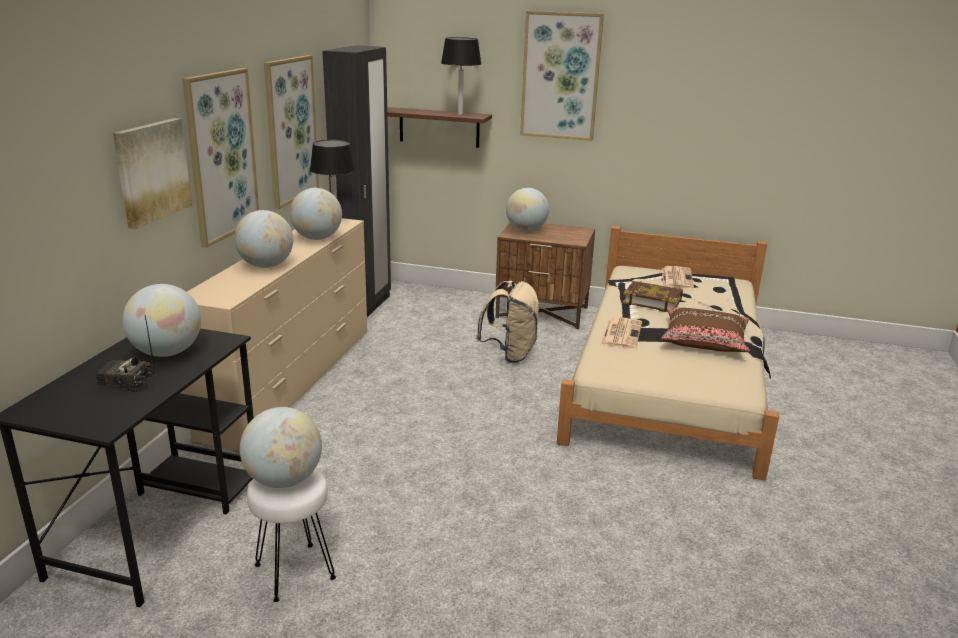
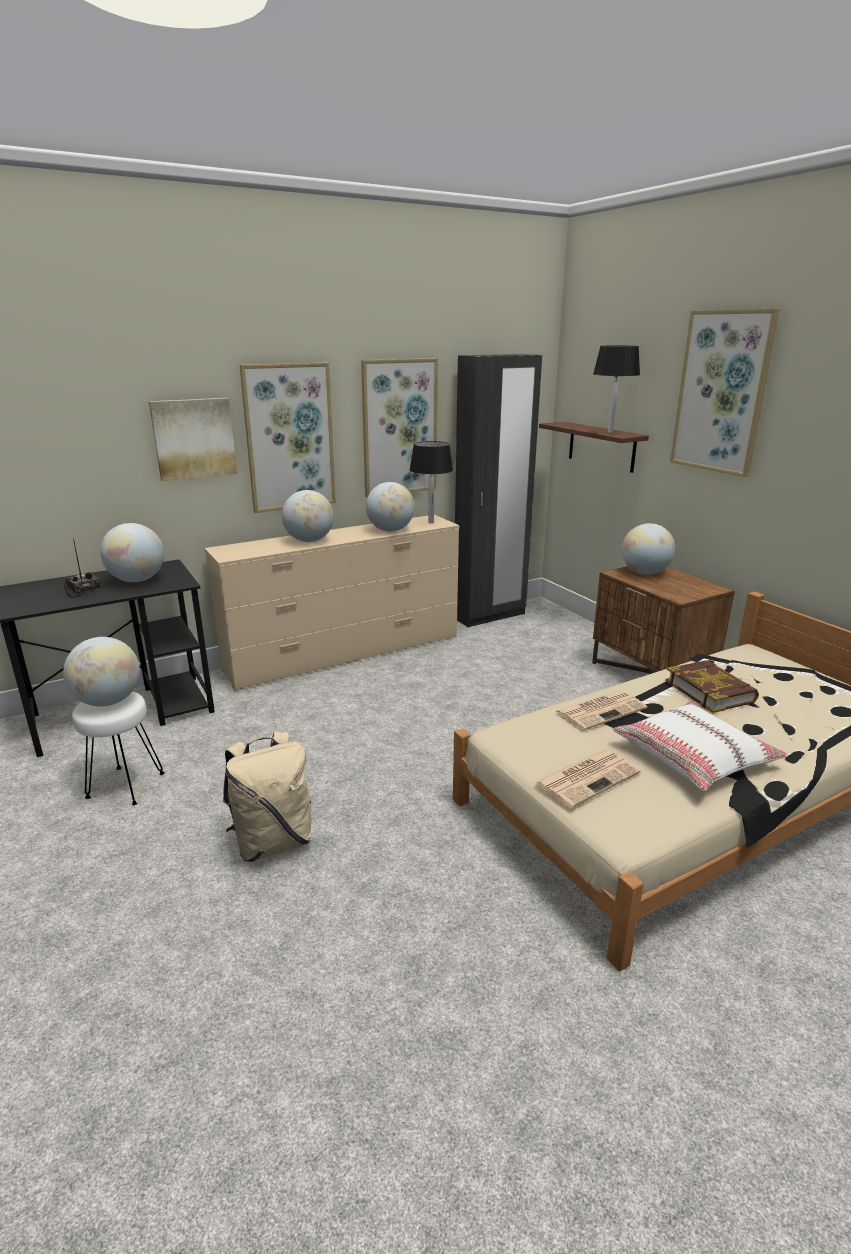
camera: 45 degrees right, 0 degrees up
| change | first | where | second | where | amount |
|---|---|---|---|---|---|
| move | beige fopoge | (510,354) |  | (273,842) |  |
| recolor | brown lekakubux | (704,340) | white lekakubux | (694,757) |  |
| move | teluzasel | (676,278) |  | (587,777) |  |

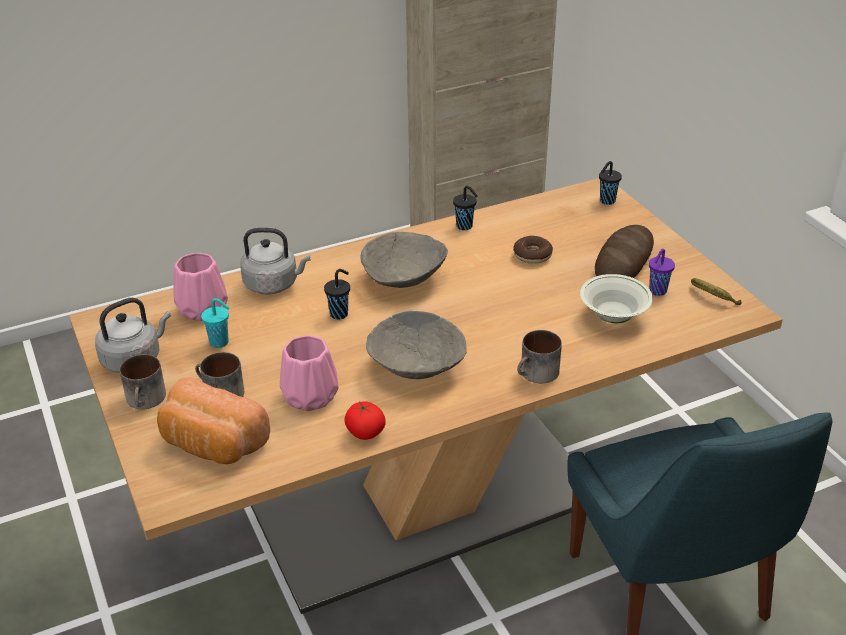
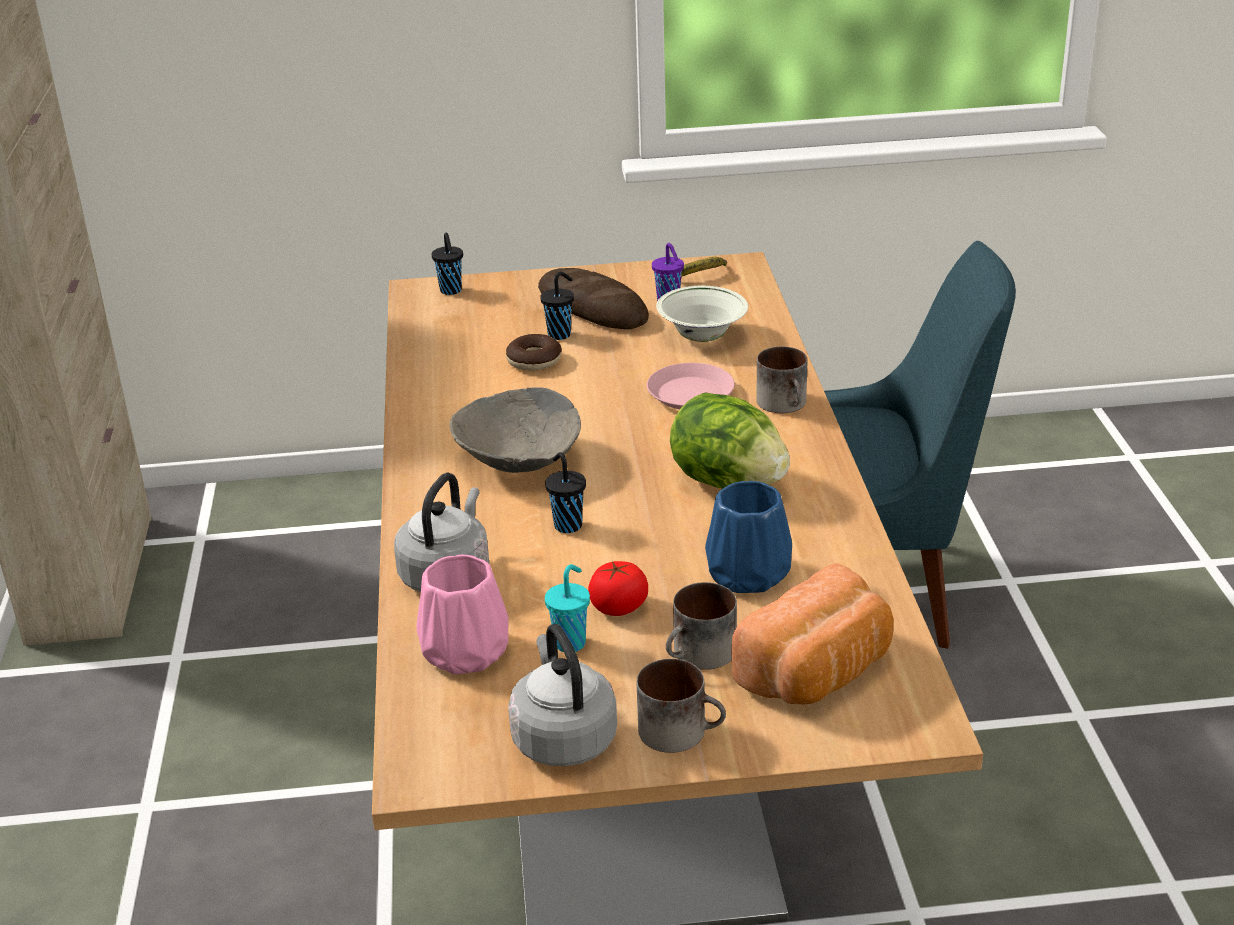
camera: 70 degrees left, 5 degrees down
| change | first | where | second | where | amount |
|---|---|---|---|---|---|
| recolor | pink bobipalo | (308,397) | blue bobipalo | (748,576) |  |
| move | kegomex | (365,432) |  | (618,607) |  |
| replace | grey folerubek | (417,367) | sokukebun | (728,482) |  |
| move | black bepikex | (465,226) |  | (560,334) |  |
| insert |  |  | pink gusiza | (690,393) |  |

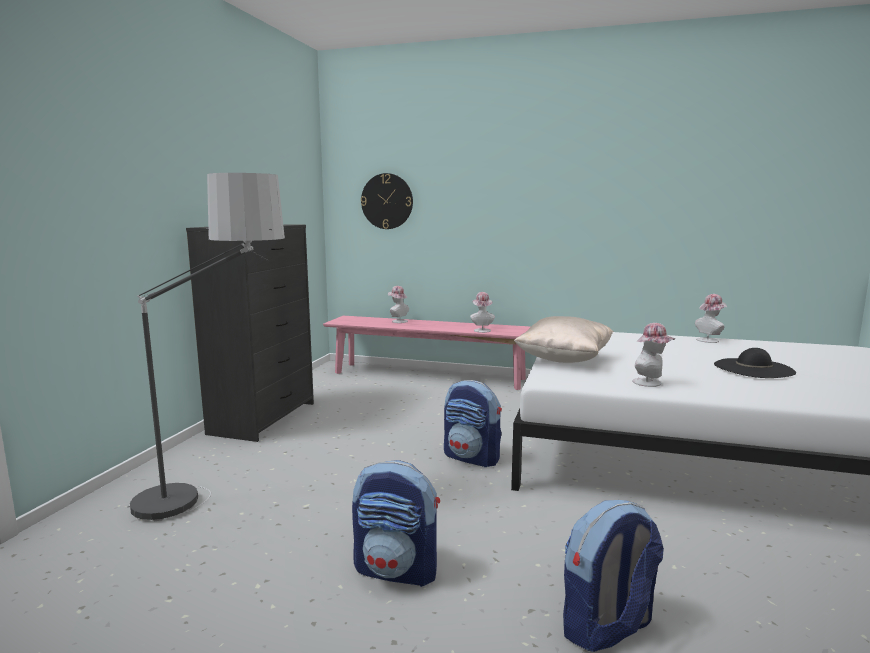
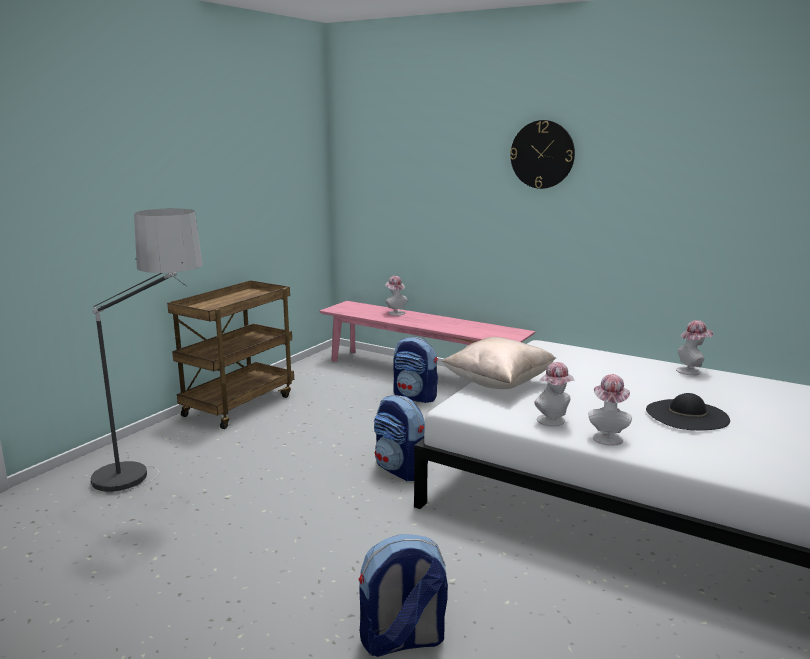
camera: 15 degrees right, 5 degrees up
| change | first | where | second | where | amount |
|---|---|---|---|---|---|
| replace | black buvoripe | (264,418) | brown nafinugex | (239,405) |  |
| move | fopoge | (397,570) |  | (415,397) |  |
| move | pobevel | (387,201) |  | (542,154) |  |
| move | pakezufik | (481,330) |  | (607,437) |  |

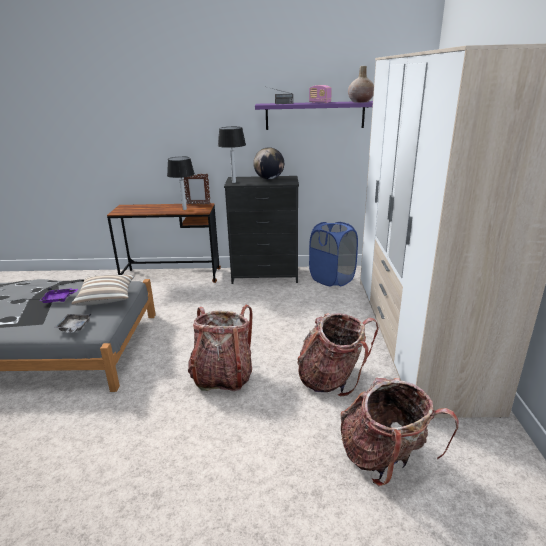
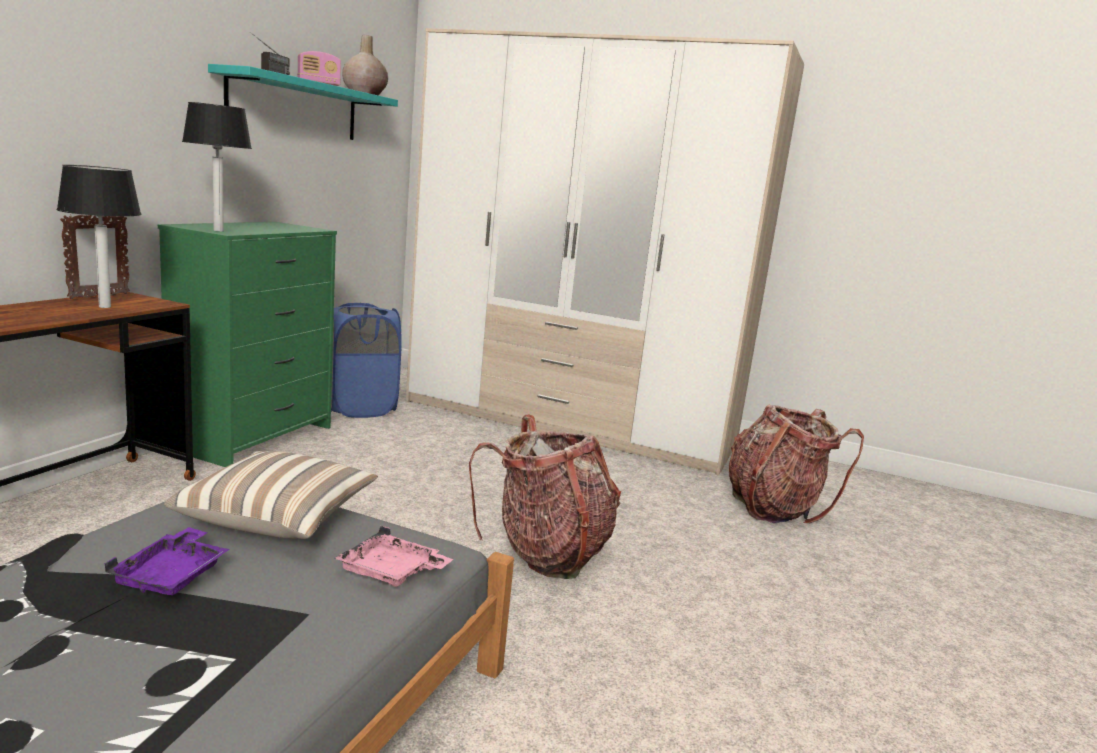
camera: 70 degrees left, 10 degrees down
| change | first | where | second | where | amount |
|---|---|---|---|---|---|
| recolor | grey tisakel | (74,327) | pink tisakel | (391,572) |  |
| recolor | black buvoripe | (265,275) | green buvoripe | (254,438) |  |
| delete | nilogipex | (269,179) |  |  |  |
| recolor | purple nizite | (315,115) | turquoise nizite | (295,107) |  |
| delete | fopoge | (332,379) |  |  |  |

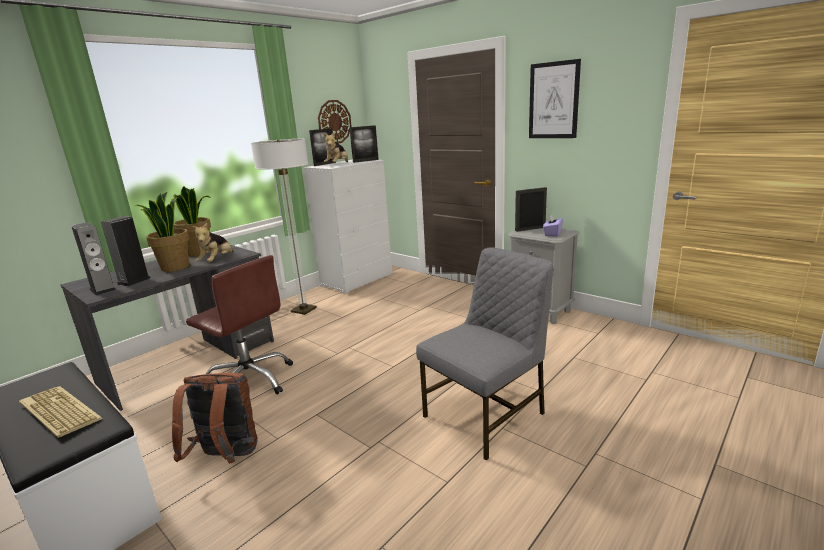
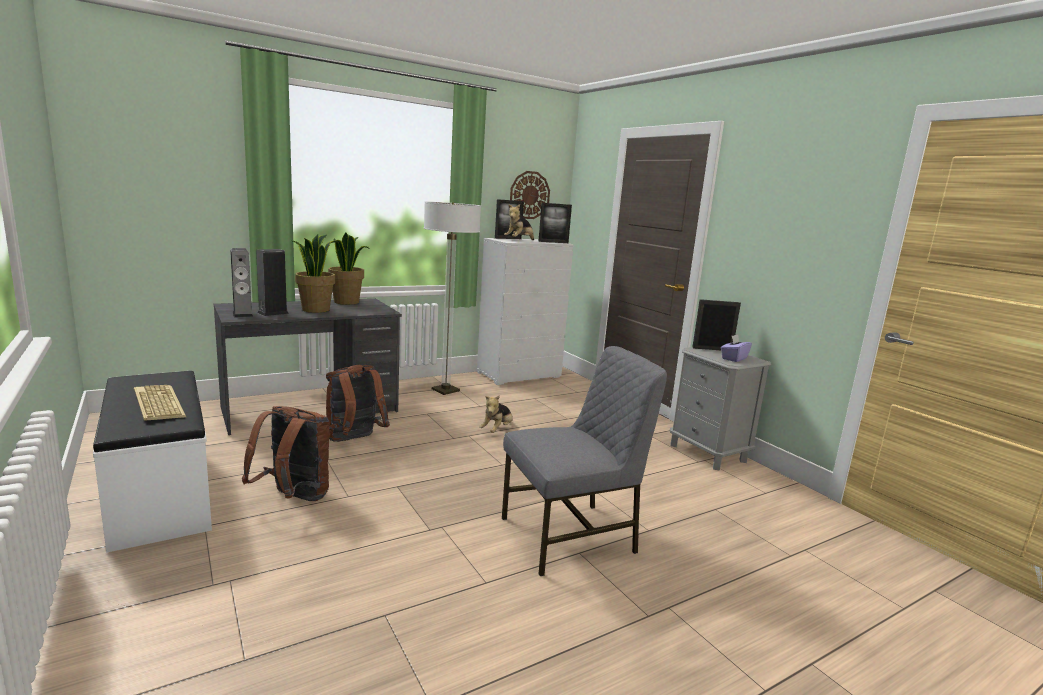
camera: 15 degrees right, 5 degrees down
| change | first | where | second | where | amount |
|---|---|---|---|---|---|
| replace | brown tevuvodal | (249,380) | brown fopoge | (354,440) |  |
| move | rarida | (217,261) |  | (497,430) |  |
| delete | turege | (553,100) |  |  |  |

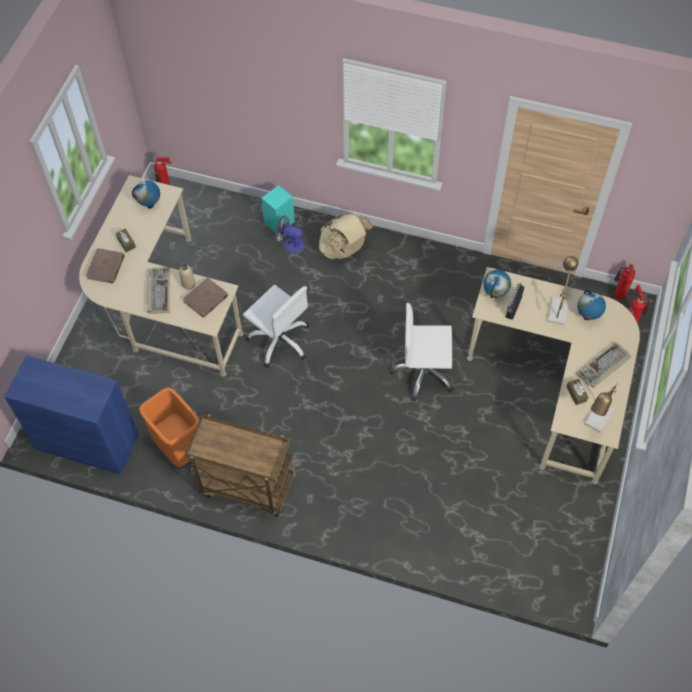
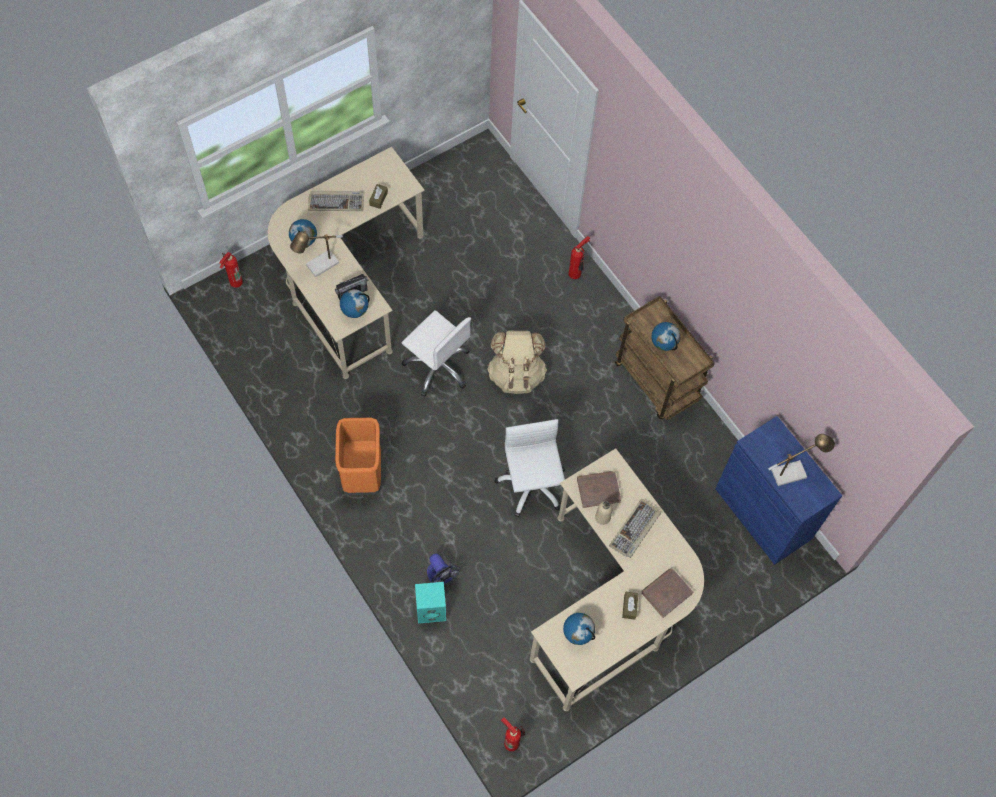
camera: 145 degrees left, 5 degrees up
| change | first | where | second | where | amount |
|---|---|---|---|---|---|
| move | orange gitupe | (179,448) |  | (363,475) |  |
| move | beige fopoge | (343,249) |  | (516,374) |  |
| move | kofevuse | (597,421) |  | (793,472) |  |
| move | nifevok | (618,295) |  | (576,274) |  |
| insert |  |  | nilogipex | (663,346) |  |

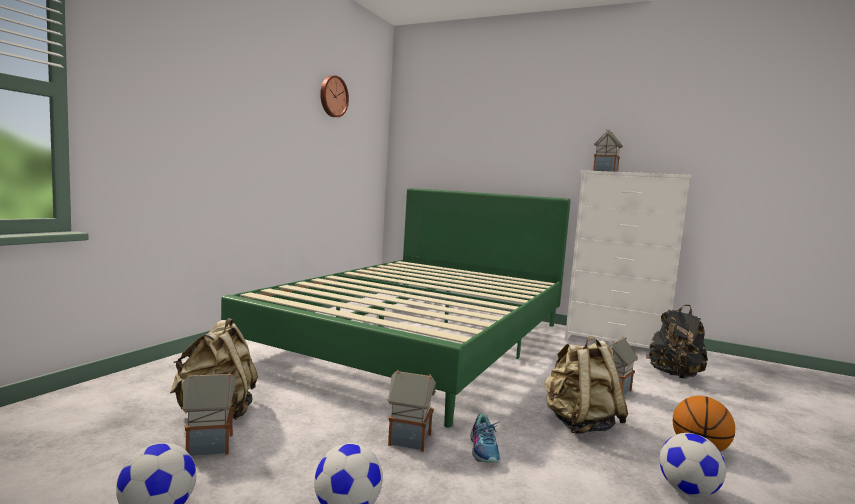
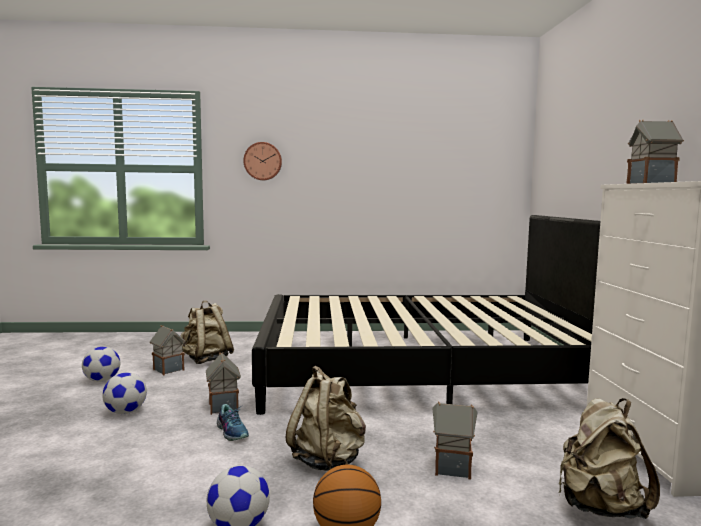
camera: 60 degrees right, 0 degrees up
| change | first | where | second | where | amount |
|---|---|---|---|---|---|
| recolor | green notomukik | (420,340) | black notomukik | (423,369) |  |
| move | pobevel | (332,96) |  | (263,161) |  |
| rotate | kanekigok | (484,450) |  | (232,431) | 90 degrees counterclockwise |
| recolor | black fopoge | (674,375) | beige fopoge | (600,507) |  |

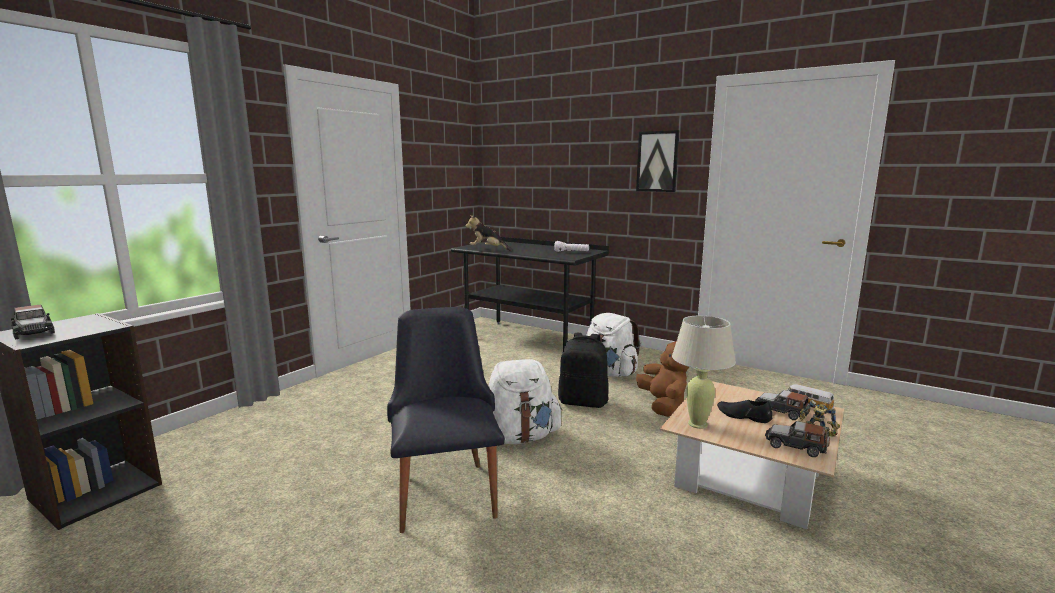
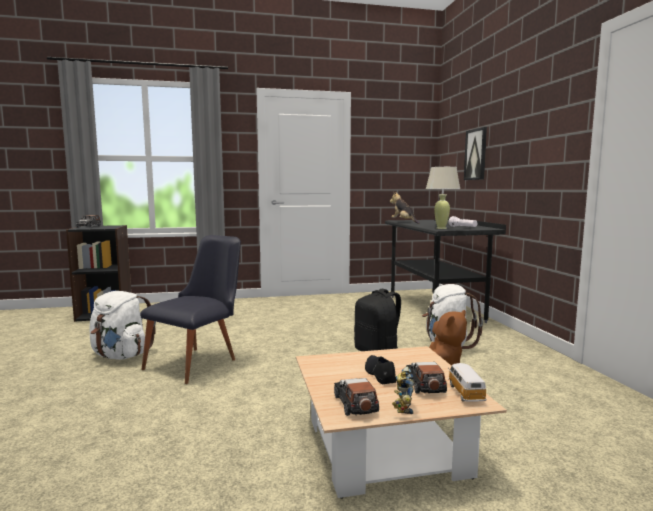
camera: 45 degrees right, 5 degrees down
| change | first | where | second | where | amount |
|---|---|---|---|---|---|
| move | white fopoge | (519,437) |  | (121,356) |  |
| move | turege | (657,161) |  | (476,154) |  |
| move | beige kofevuse | (698,424) |  | (441,228) |  |

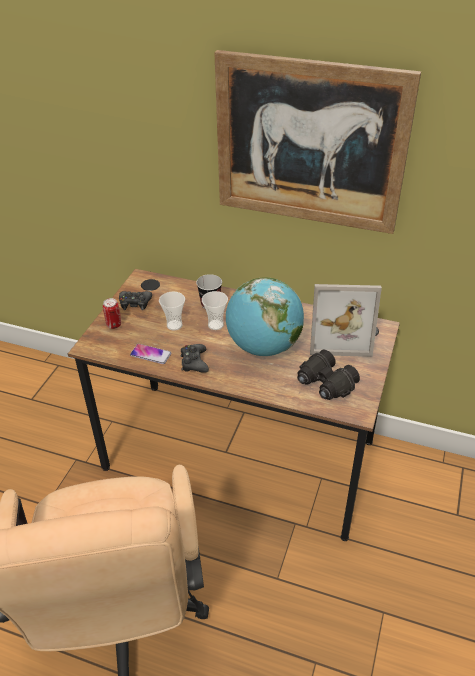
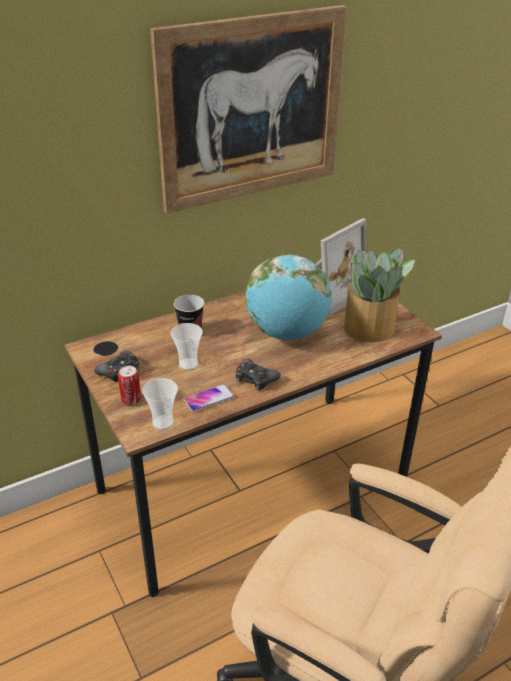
camera: 50 degrees left, 5 degrees down
| change | first | where | second | where | amount |
|---|---|---|---|---|---|
| move | bepikex | (215,325) |  | (163,422) |  |
| replace | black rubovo | (325,384) | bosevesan | (370,329) |  |

